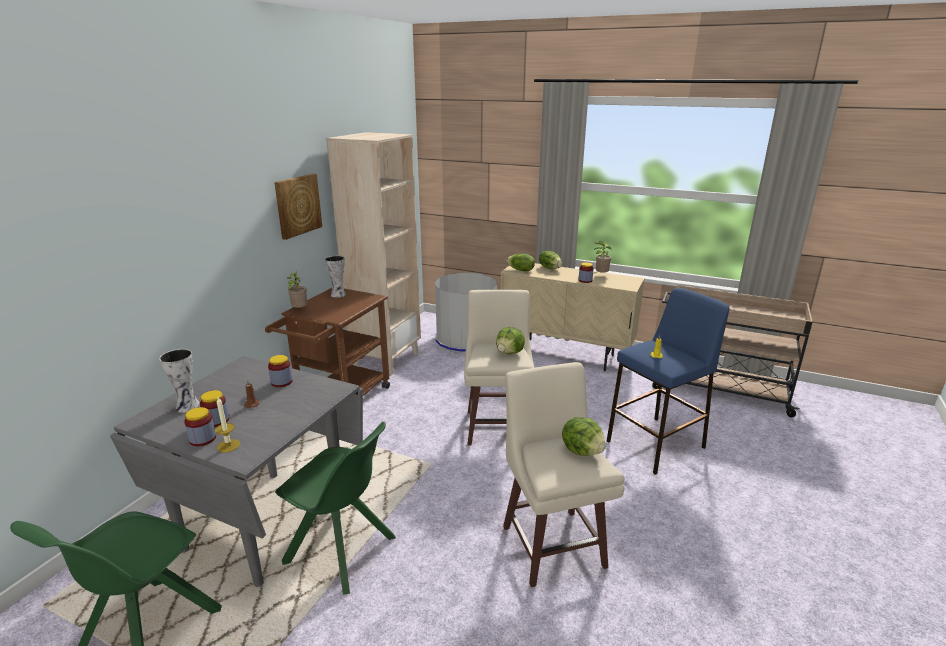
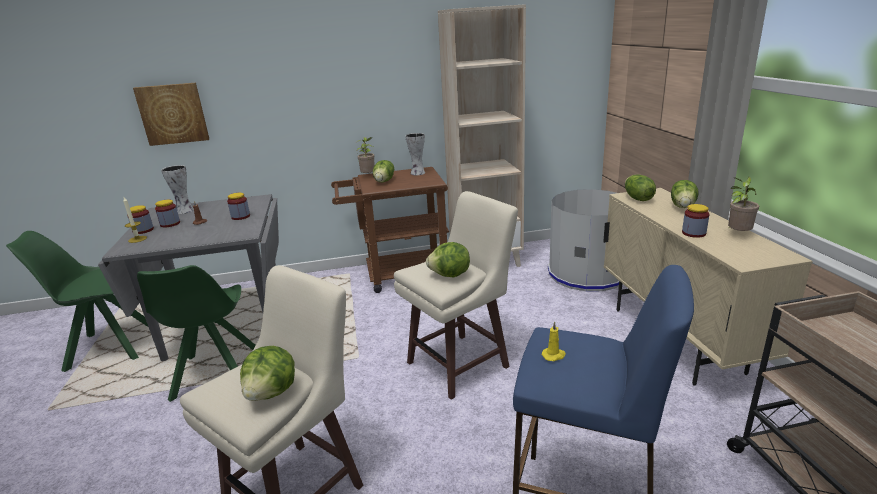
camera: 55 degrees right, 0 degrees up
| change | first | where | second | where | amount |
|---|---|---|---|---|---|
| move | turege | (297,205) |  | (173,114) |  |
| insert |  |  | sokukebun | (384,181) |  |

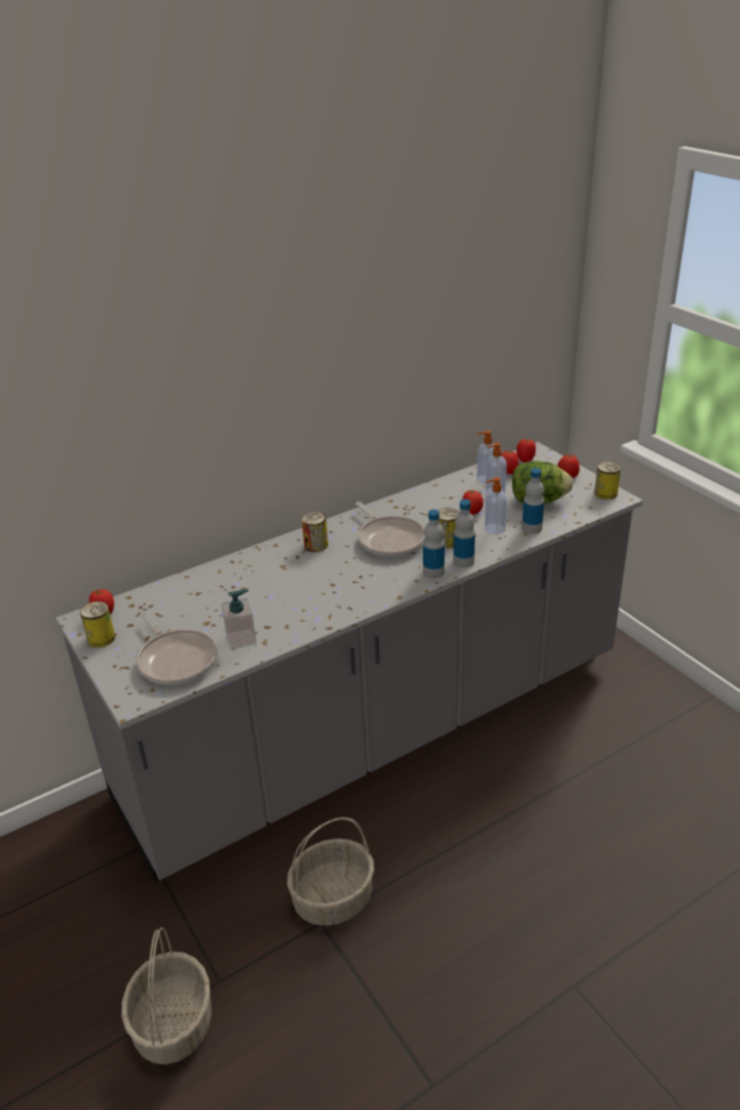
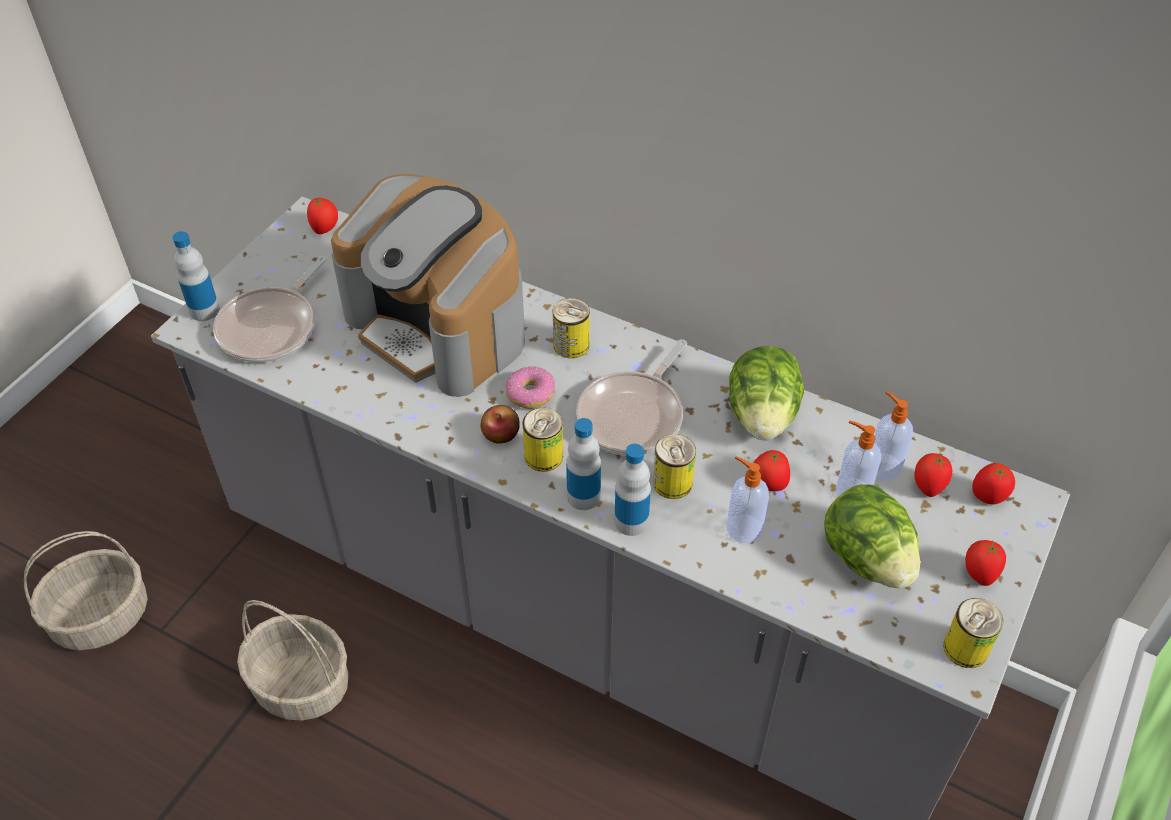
camera: 60 degrees right, 15 degrees up
| change | first | where | second | where | amount |
|---|---|---|---|---|---|
| move | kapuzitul | (101,638) |  | (543,456) |  |
| delete | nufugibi | (241,639) |  |  |  |
| move | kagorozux | (532,528) |  | (204,310) |  |
| insert |  |  | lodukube | (439,327) |  |
| insert |  |  | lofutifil | (501,434) |  |
| insert |  |  | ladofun | (530,393) |  |
| insert |  |  | sokukebun | (762,416) |  |

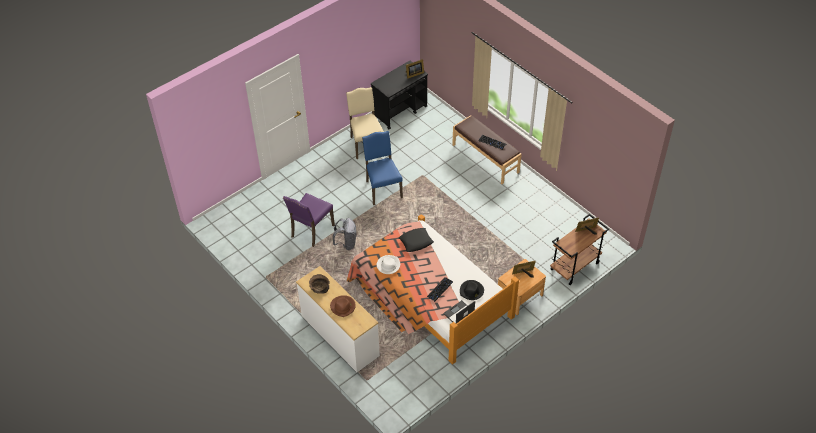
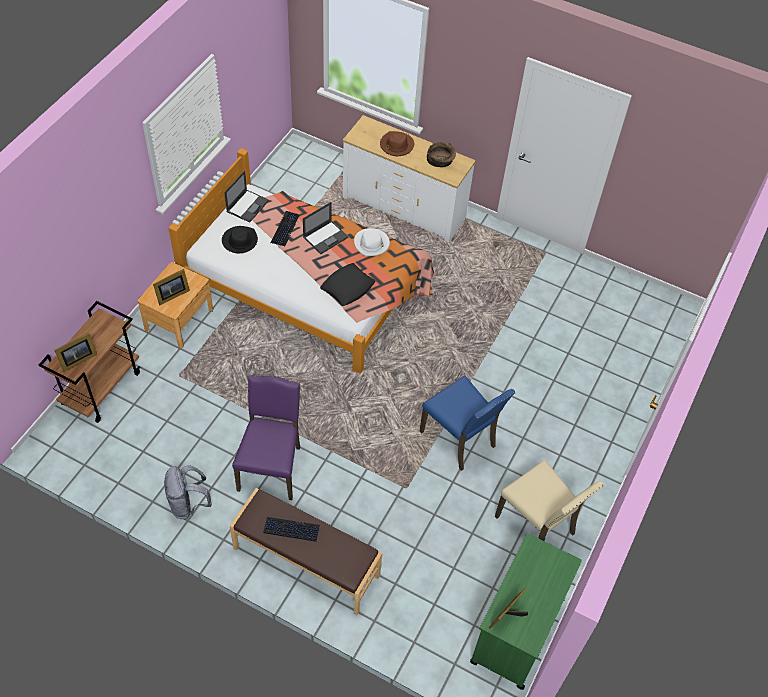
camera: 155 degrees right, 5 degrees up
| change | first | where | second | where | amount |
|---|---|---|---|---|---|
| move | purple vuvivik | (311,231) |  | (271,467) |  |
| move | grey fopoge | (346,243) |  | (188,504) |  |
| recolor | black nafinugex | (400,111) | green nafinugex | (517,630) |  |
| insert |  |  | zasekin | (326,237) |  |

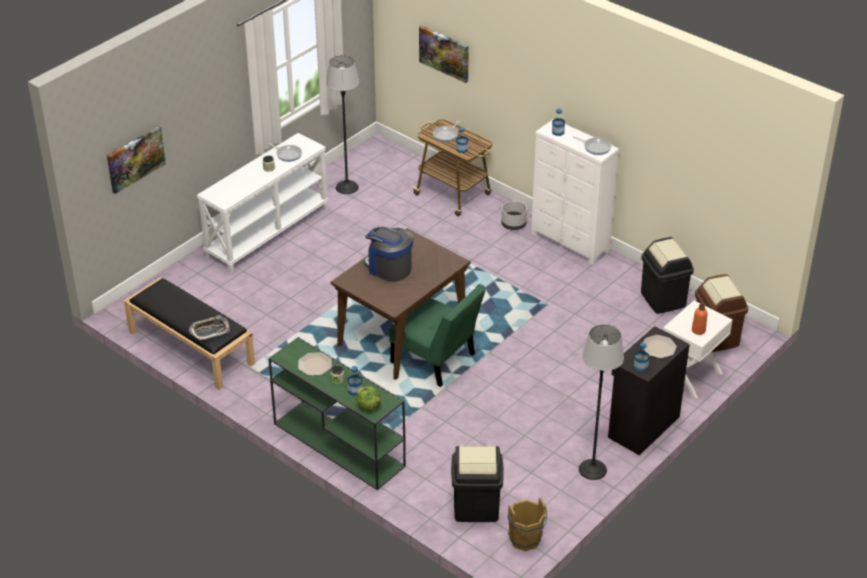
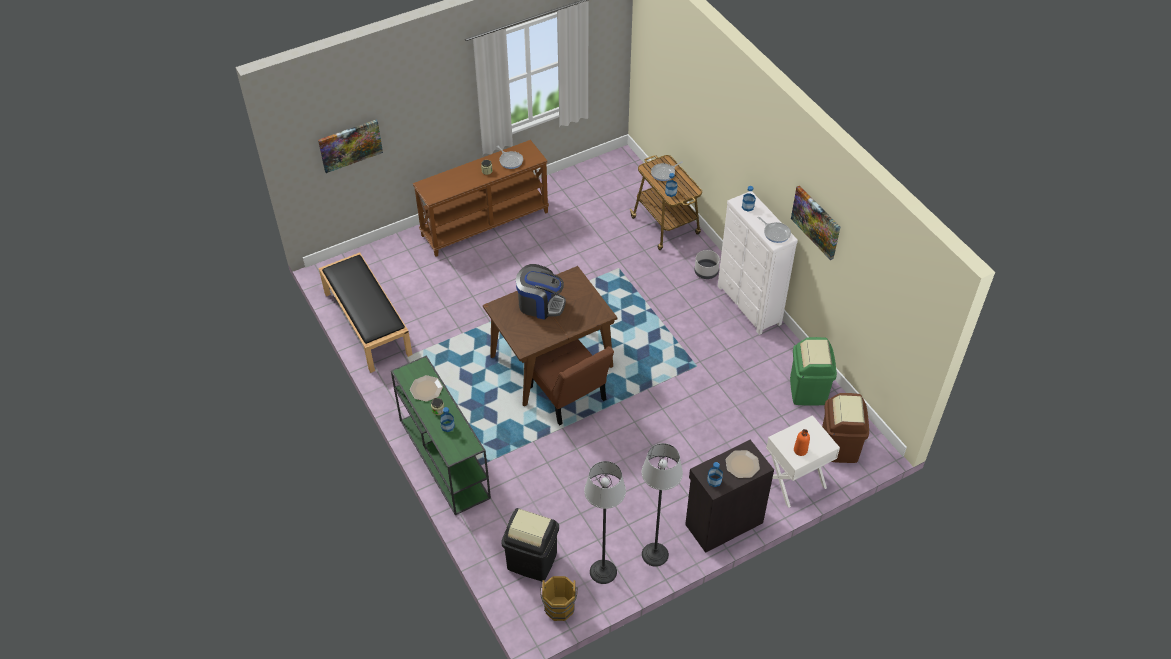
camera: 20 degrees right, 10 degrees up
| change | first | where | second | where | amount |
|---|---|---|---|---|---|
| delete | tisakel | (210,330) |  |  |  |
| recolor | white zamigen | (267,232) | brown zamigen | (485,223) |  |
| move | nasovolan | (346,187) |  | (603,571) |  |
| delete | sokukebun | (368,406) |  |  |  |
| rotate | lodukube | (388,268) |  | (540,304) | 135 degrees clockwise |
| recolor | green vuvivik | (436,360) | brown vuvivik | (569,397) |  |
| move | turege | (444,53) |  | (816,222) |  |
| recolor | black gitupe | (663,299) | green gitupe | (808,391) |  |

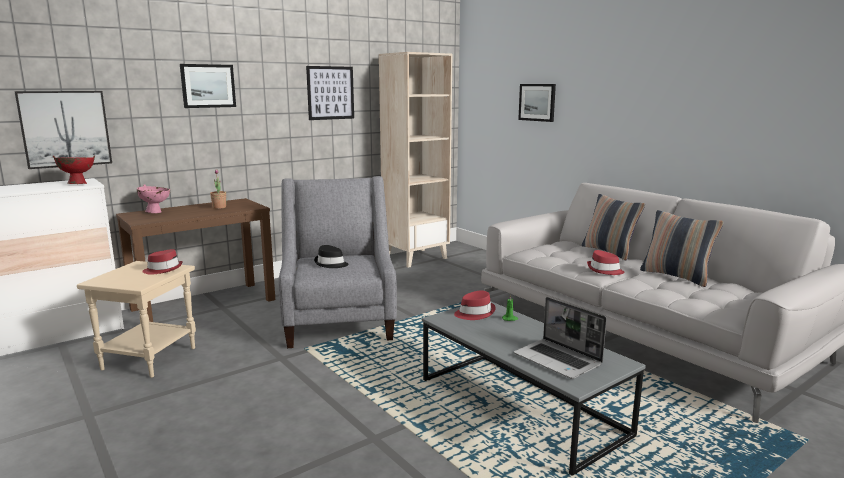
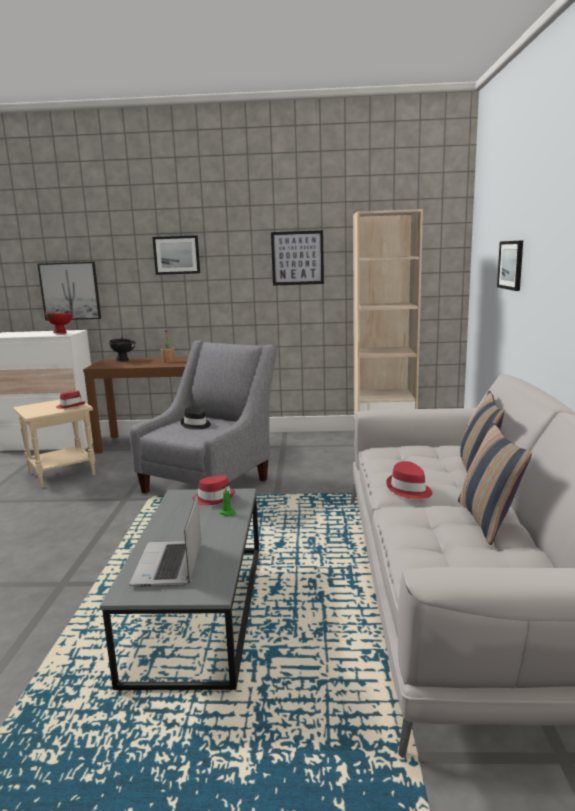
camera: 40 degrees right, 0 degrees up
| change | first | where | second | where | amount |
|---|---|---|---|---|---|
| recolor | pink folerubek | (155,212) | black folerubek | (124,360) |  |

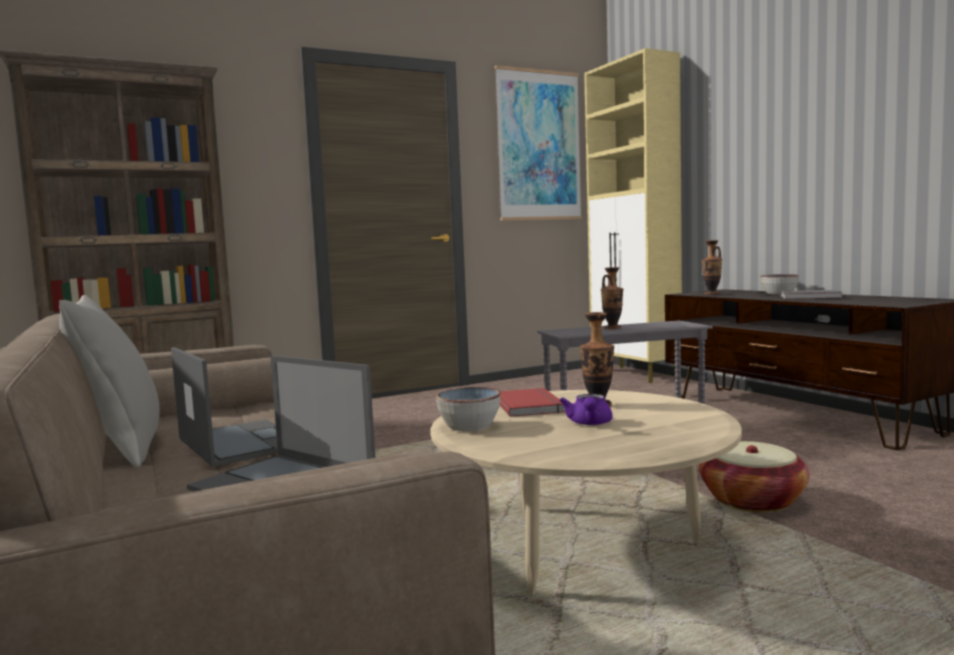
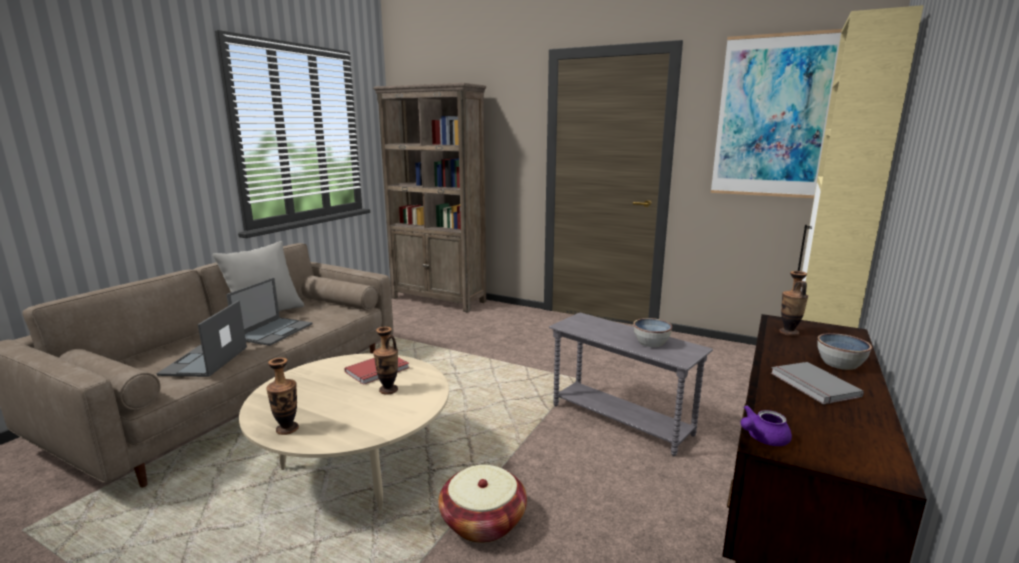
camera: 55 degrees right, 10 degrees up
| change | first | where | second | where | amount |
|---|---|---|---|---|---|
| move | folerubek | (468,426) |  | (650,343) |  |
| move | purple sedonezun | (589,424) |  | (762,438) |  |
| move | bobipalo | (612,328) |  | (287,429) |  |

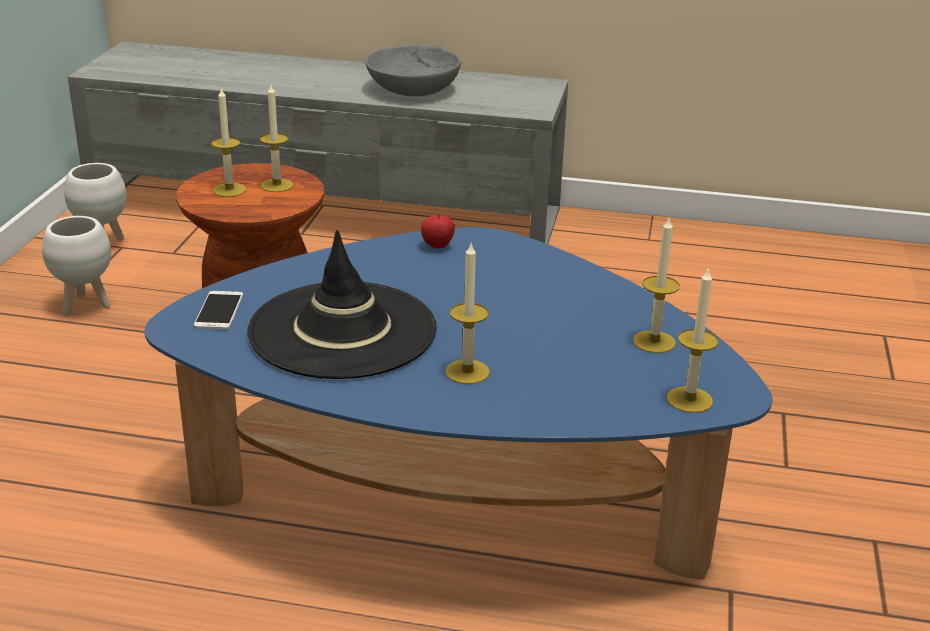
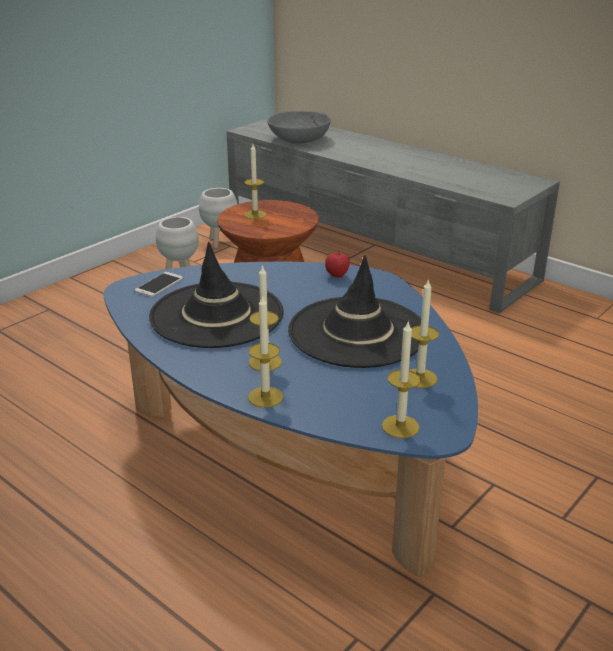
camera: 30 degrees right, 0 degrees up
| change | first | where | second | where | amount |
|---|---|---|---|---|---|
| move | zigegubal | (277,185) |  | (265,397) |  |
| move | grey folerubek | (412,89) |  | (299,139) |  |
| insert |  |  | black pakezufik | (357,332) |  |

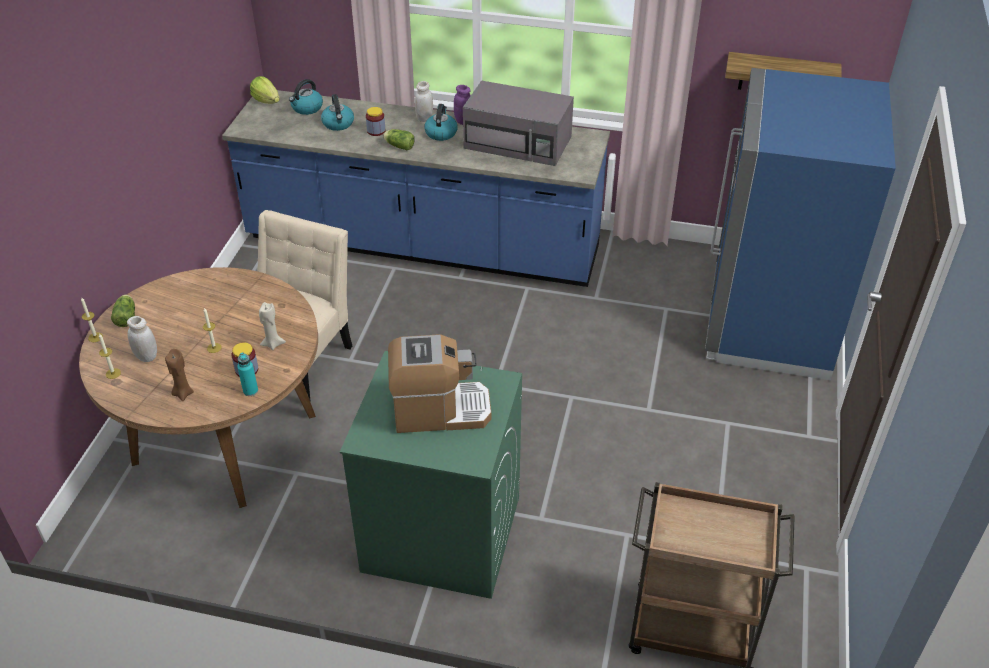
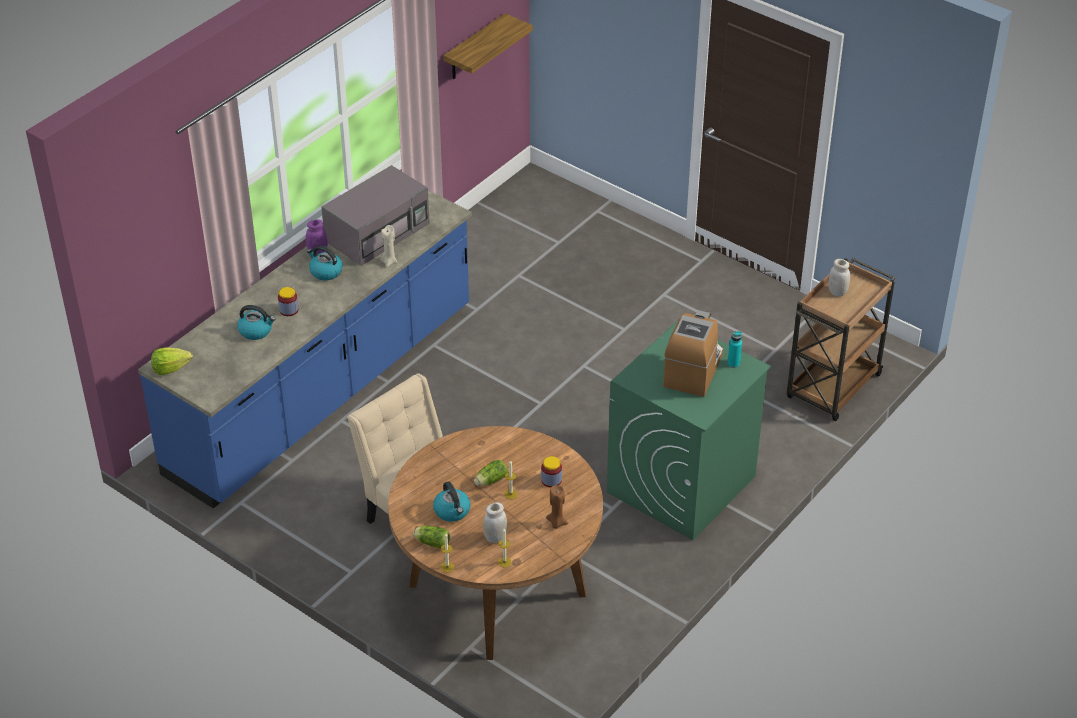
camera: 65 degrees left, 0 degrees up
| change | first | where | second | where | amount |
|---|---|---|---|---|---|
| move | turquoise kagorozux | (250,391) |  | (733,364) |  |
| move | beige zigegubal | (273,344) |  | (389,261) |  |
| move | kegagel | (307,108) |  | (452,511) |  |
| move | sokukebun | (398,146) |  | (490,481) |  |
| move | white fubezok | (424,118) |  | (837,292) |  |
| delete | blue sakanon | (768,323) |  |  |  |

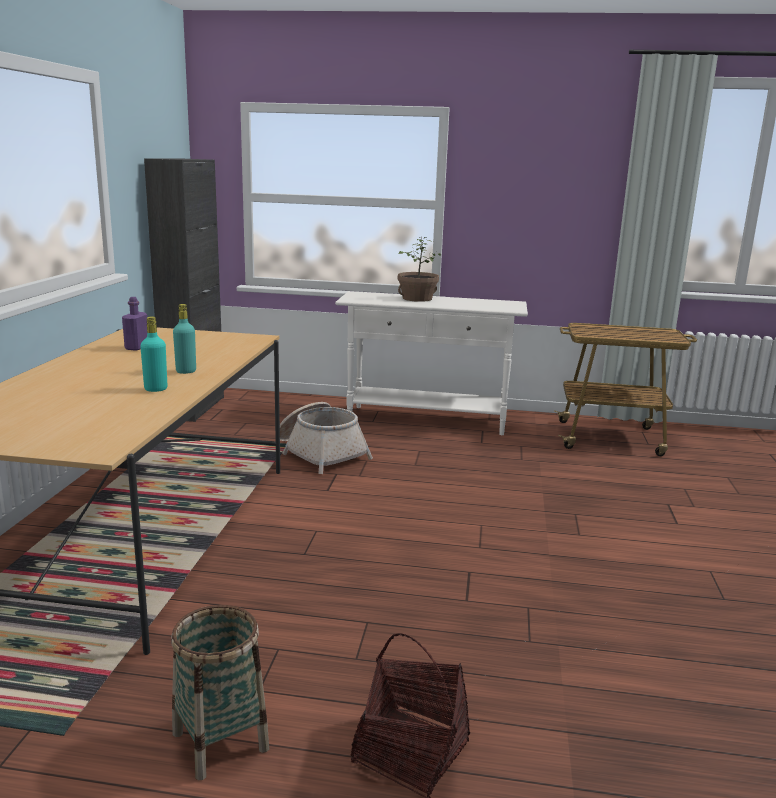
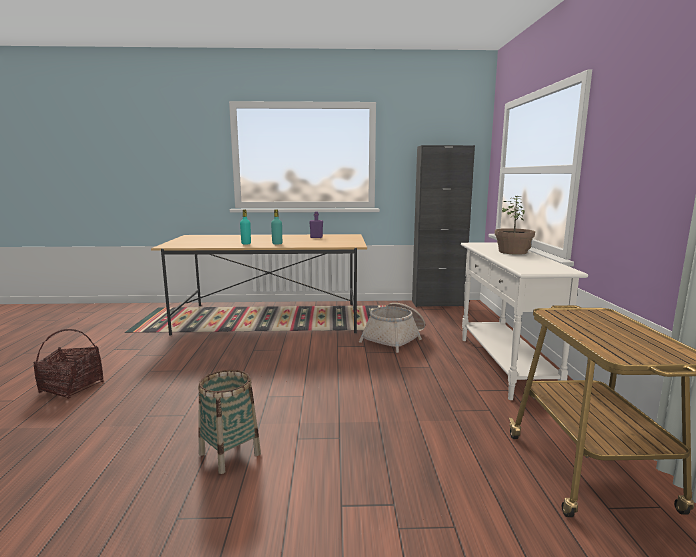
camera: 80 degrees right, 5 degrees down
| change | first | where | second | where | amount |
|---|---|---|---|---|---|
| move | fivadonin | (220,741) |  | (229,454) |  |

